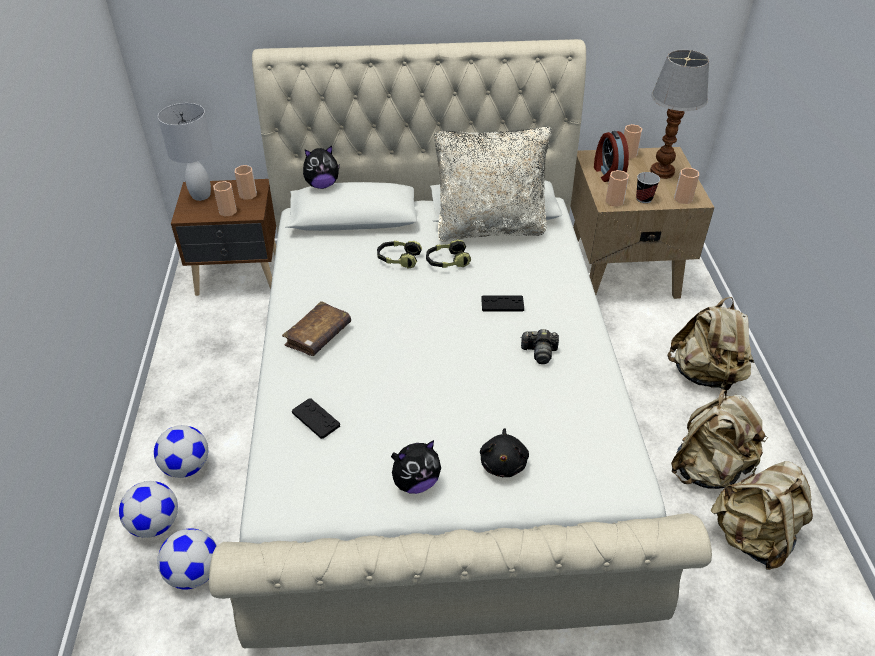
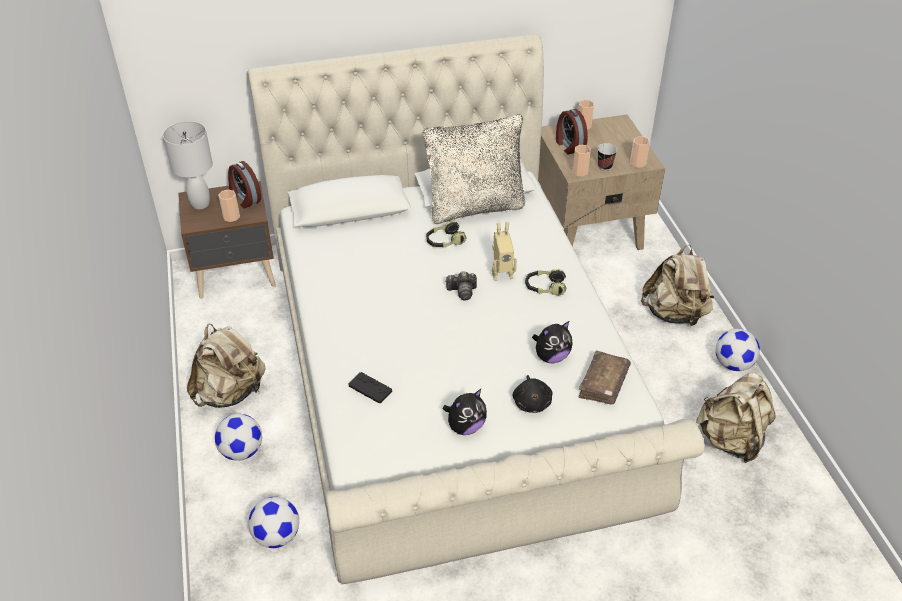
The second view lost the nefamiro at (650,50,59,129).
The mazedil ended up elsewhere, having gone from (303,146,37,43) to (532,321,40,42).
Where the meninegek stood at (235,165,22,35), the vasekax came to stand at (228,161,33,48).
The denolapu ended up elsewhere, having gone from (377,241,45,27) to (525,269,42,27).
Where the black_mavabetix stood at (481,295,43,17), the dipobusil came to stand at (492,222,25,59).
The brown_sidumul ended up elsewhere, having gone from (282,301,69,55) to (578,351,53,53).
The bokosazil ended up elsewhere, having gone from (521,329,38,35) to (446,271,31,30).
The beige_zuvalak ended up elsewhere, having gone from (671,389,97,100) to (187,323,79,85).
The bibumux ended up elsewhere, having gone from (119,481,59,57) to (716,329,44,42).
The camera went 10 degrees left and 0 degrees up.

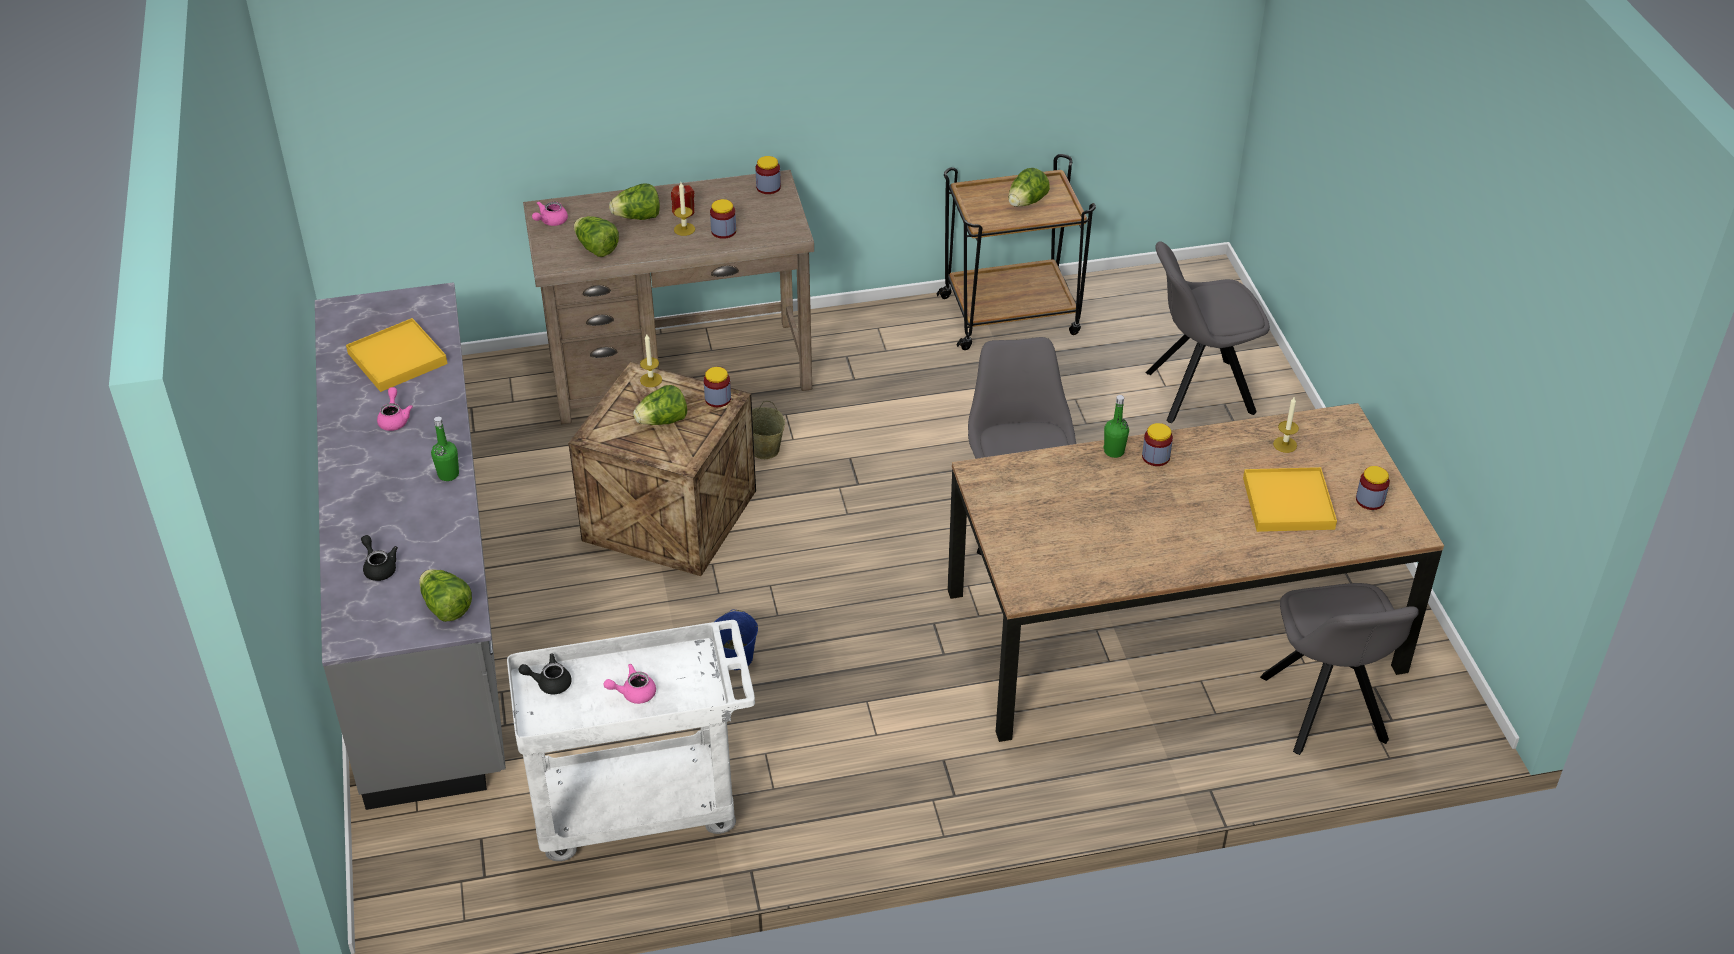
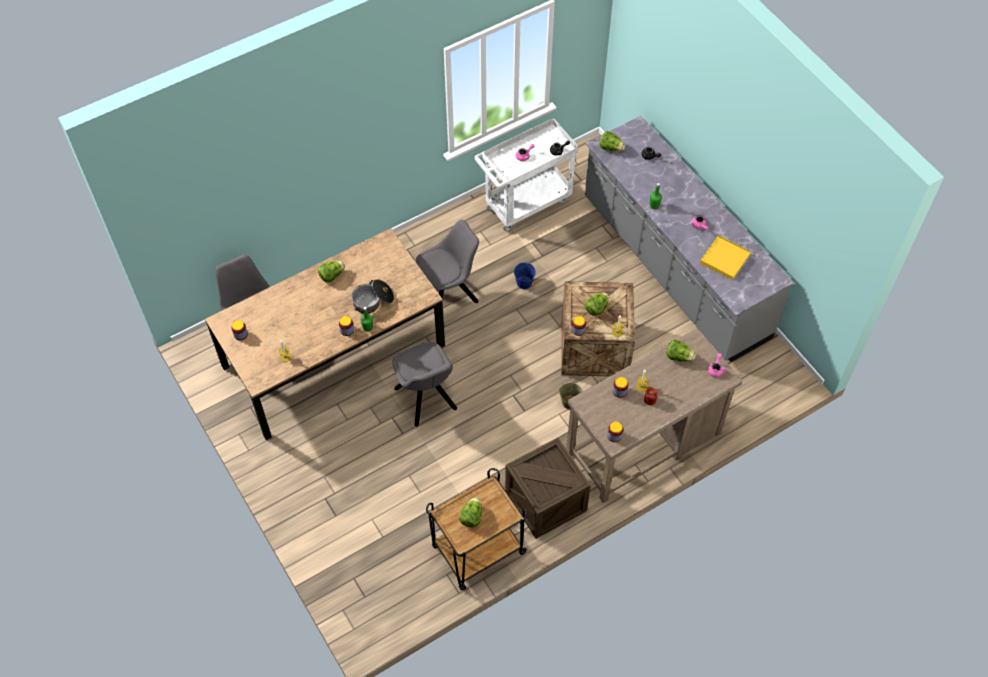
The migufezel ended up elsewhere, having gone from (609,183,51,37) to (318,261,27,22).
The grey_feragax ended up elsewhere, having gone from (1145,241,125,182) to (415,220,64,83).
The second view lost the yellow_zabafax at (1243,467,94,65).
The second view gained the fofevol at (351,279,43,35).
The second view gained the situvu at (505,438,86,101).
The camera went 160 degrees right and 15 degrees up.

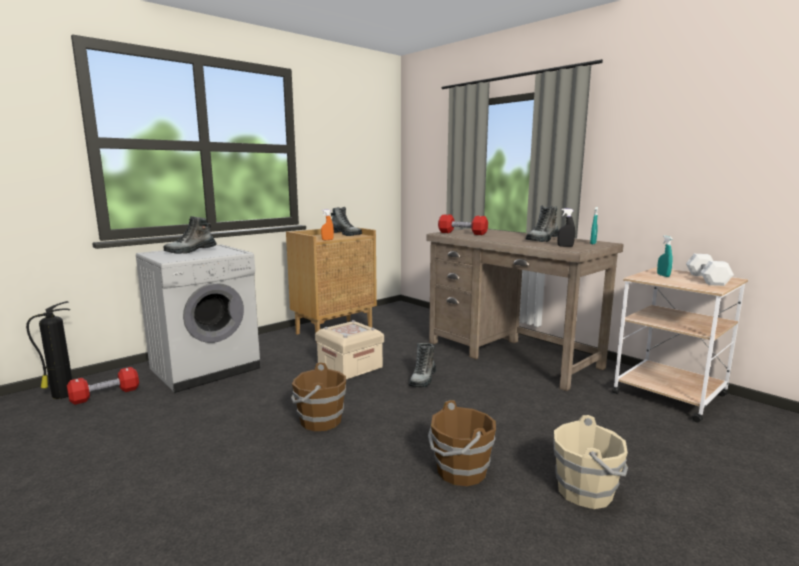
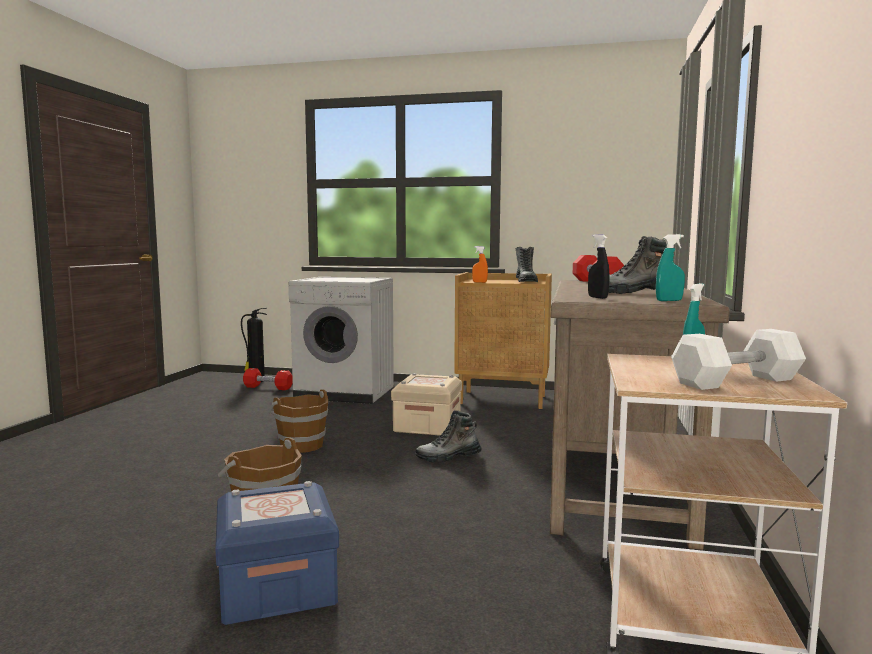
The second view lost the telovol at (164,216,53,38).
Where the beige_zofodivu stood at (554,415,74,94), the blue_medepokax came to stand at (215,481,124,144).
The camera went 55 degrees right and 5 degrees down.

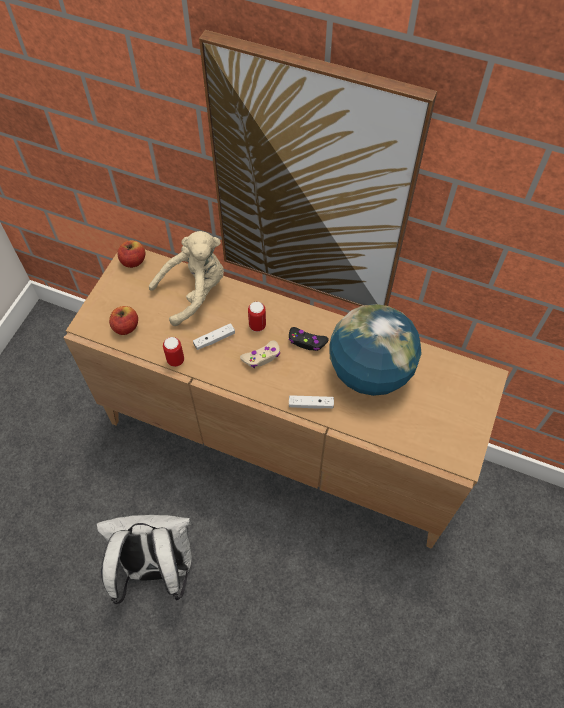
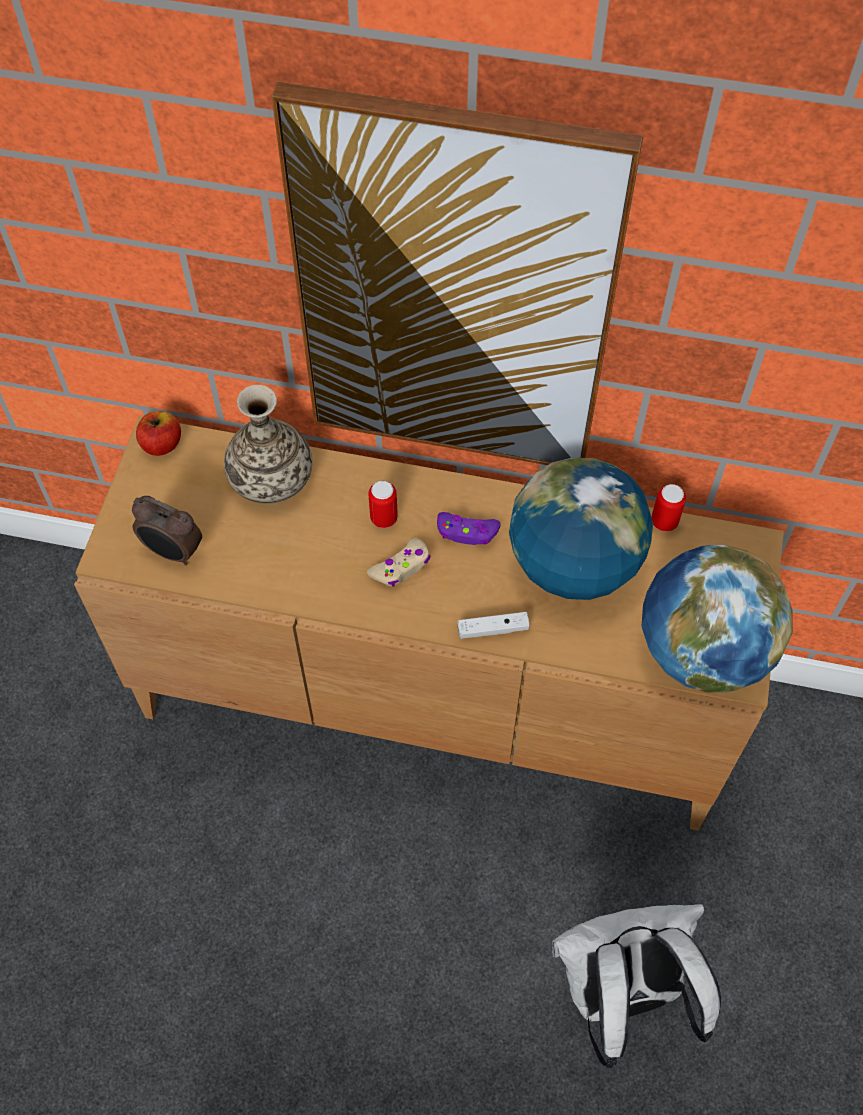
Where the beige_mazedil stood at (149,231,75,95), the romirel came to stand at (224,385,88,119).
Where the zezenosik stood at (109,306,29,29), the vasekax came to stand at (132,496,70,69).
The second view lost the white_mavabetix at (193,323,42,27).
What was the black_mavabetix at (289,327,40,24) turned into the purple_mavabetix at (437,512,64,33).
The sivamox ended up elsewhere, having gone from (163,337,21,30) to (651,484,35,47).
The white_zuvalak ended up elsewhere, having gone from (96,515,97,89) to (552,904,169,164).
The second view gained the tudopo at (642,545,151,148).
The camera went 10 degrees left and 0 degrees up.

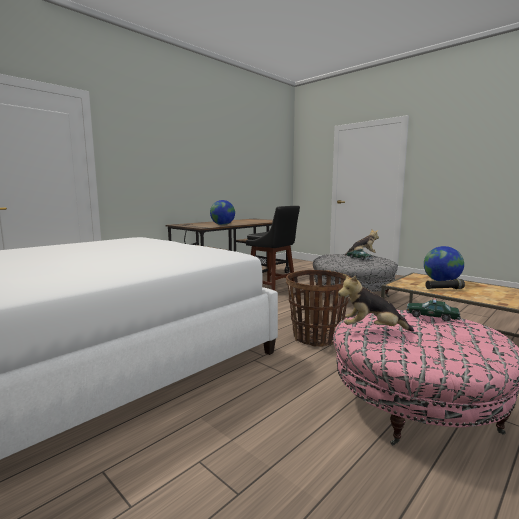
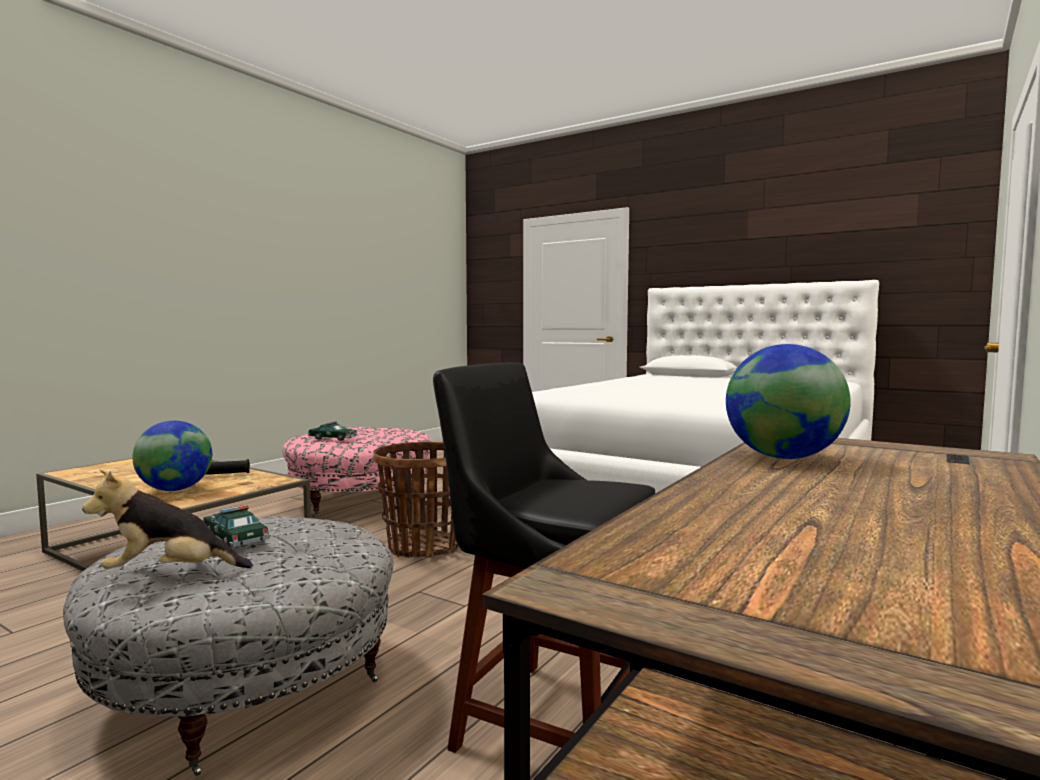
The second view lost the mazedil at (338,274,76,58).
The camera went 170 degrees right and 5 degrees down.

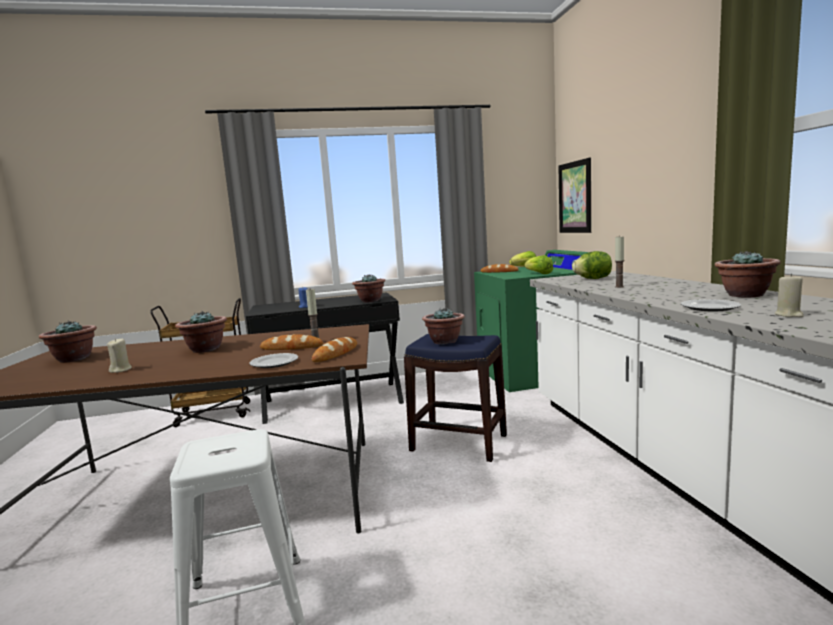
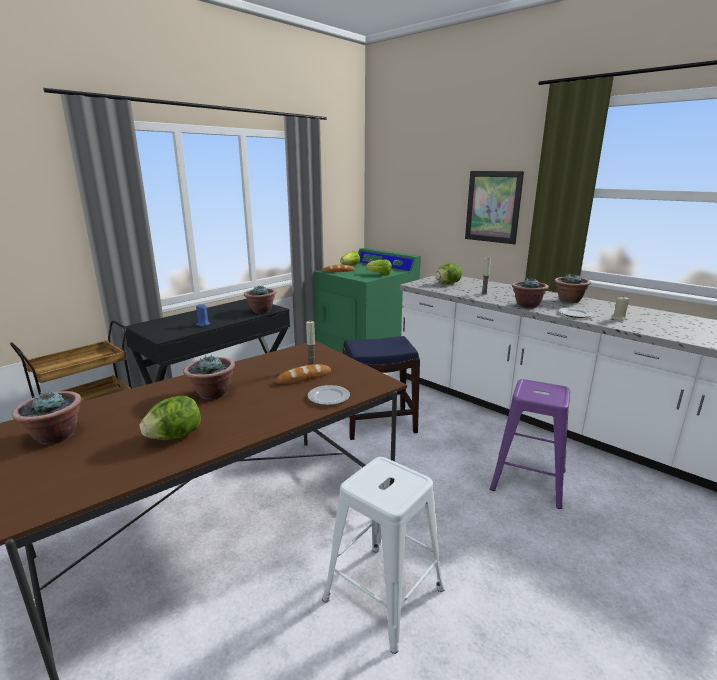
The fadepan ended up elsewhere, having gone from (558,158,33,75) to (465,171,59,73).
The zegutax ended up elsewhere, having gone from (422,307,43,37) to (512,278,37,30).
The second view lost the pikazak at (312,337,45,25).
Where the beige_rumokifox stood at (107,338,25,35), the migufezel came to stand at (140,396,61,44).
The second view gained the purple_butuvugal at (490,379,80,130).
The camera went 35 degrees left and 10 degrees up.

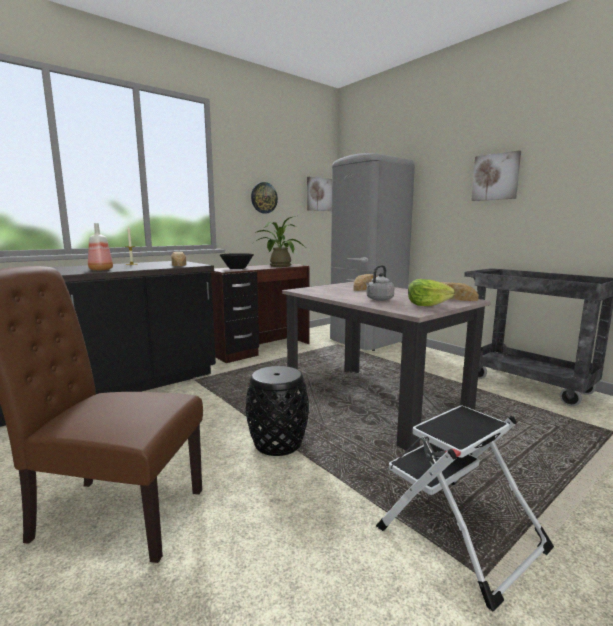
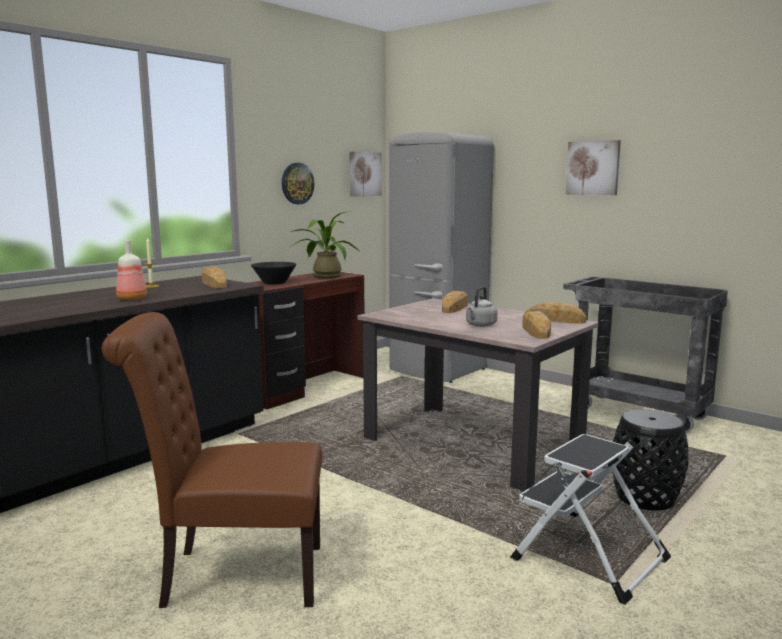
Where the migufezel stood at (408,279,47,27), the pikazak came to stand at (522,311,29,28).
The black_butuvugal ended up elsewhere, having gone from (246,366,63,90) to (612,409,77,102).
The camera went 10 degrees left and 0 degrees up.

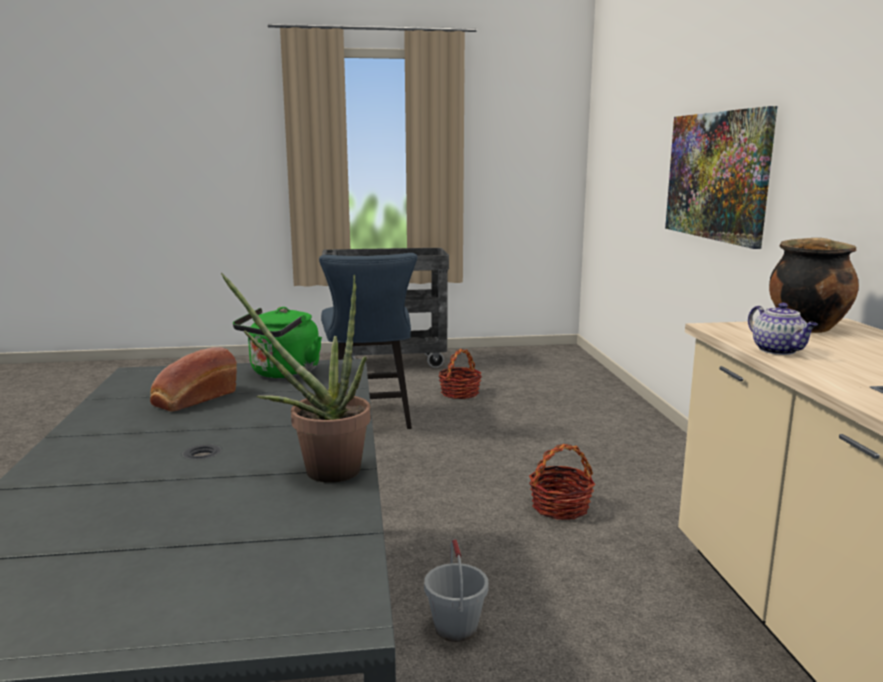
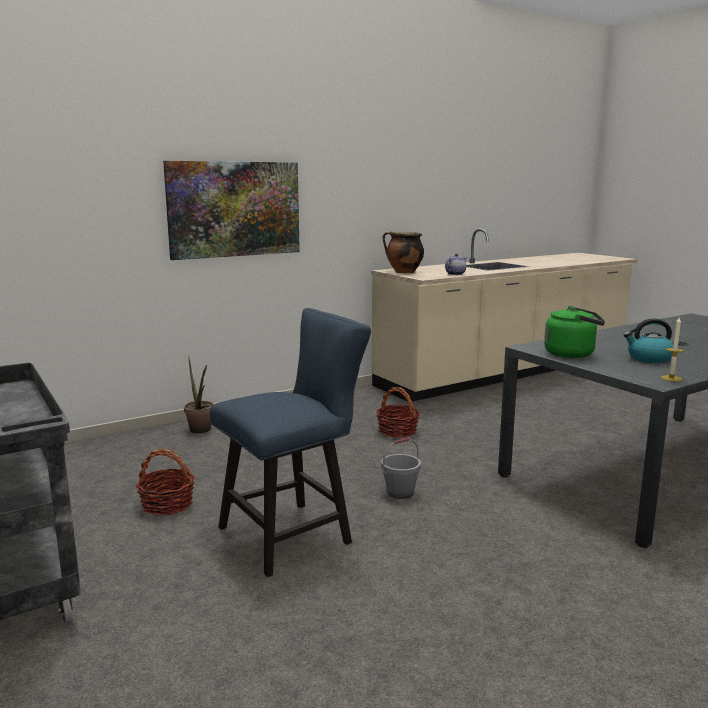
The zegutax ended up elsewhere, having gone from (221,273,150,210) to (184,356,30,77).
Where the pikazak stood at (150,347,87,65), the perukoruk came to stand at (624,318,49,45).
The grey_zofodivu ended up elsewhere, having gone from (424,539,65,103) to (381,438,40,61).
The second view gained the rumokifox at (661,317,23,65).
The camera went 115 degrees left and 0 degrees up.

